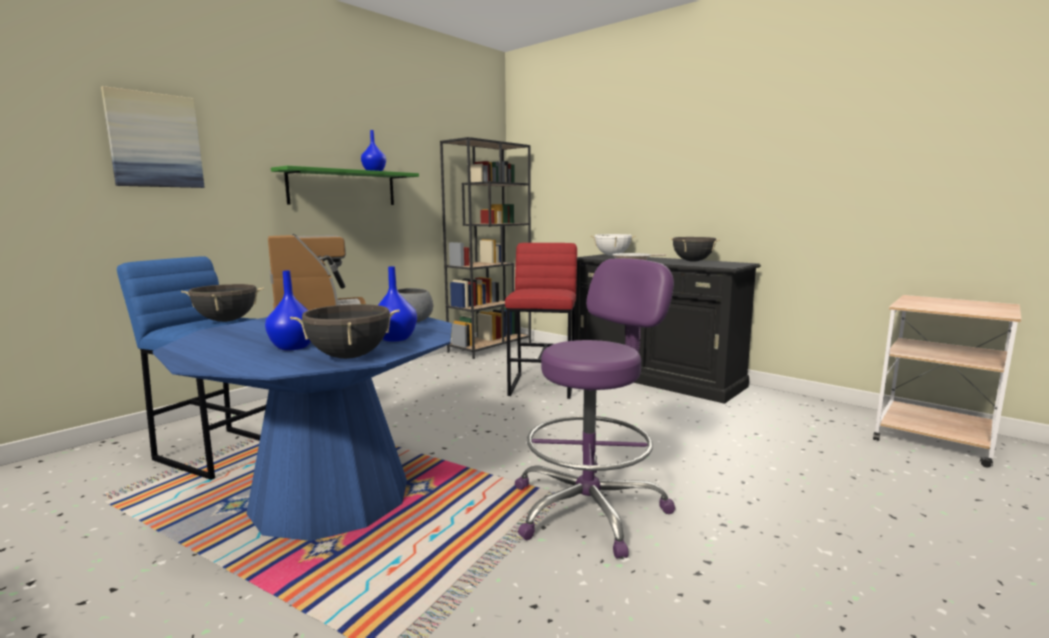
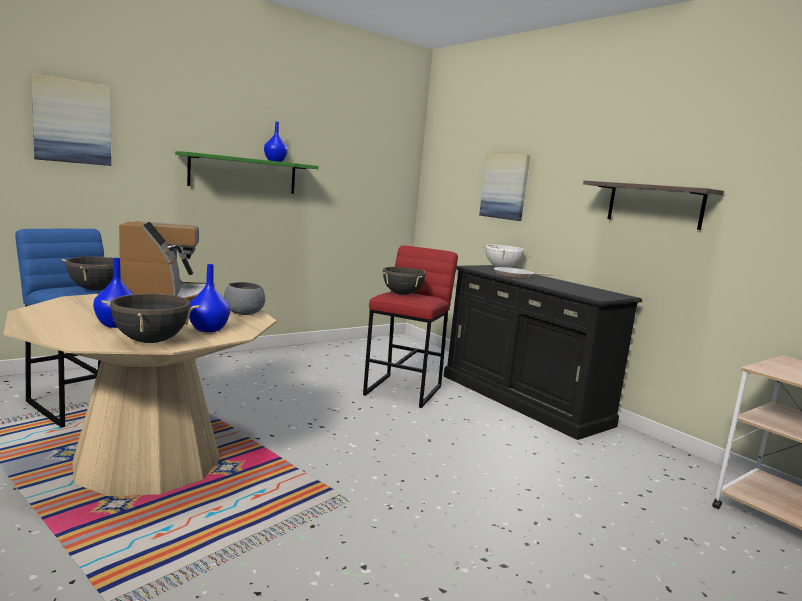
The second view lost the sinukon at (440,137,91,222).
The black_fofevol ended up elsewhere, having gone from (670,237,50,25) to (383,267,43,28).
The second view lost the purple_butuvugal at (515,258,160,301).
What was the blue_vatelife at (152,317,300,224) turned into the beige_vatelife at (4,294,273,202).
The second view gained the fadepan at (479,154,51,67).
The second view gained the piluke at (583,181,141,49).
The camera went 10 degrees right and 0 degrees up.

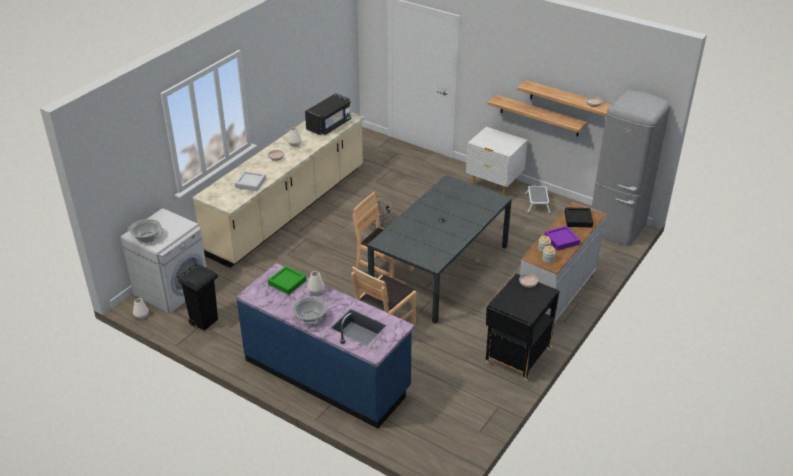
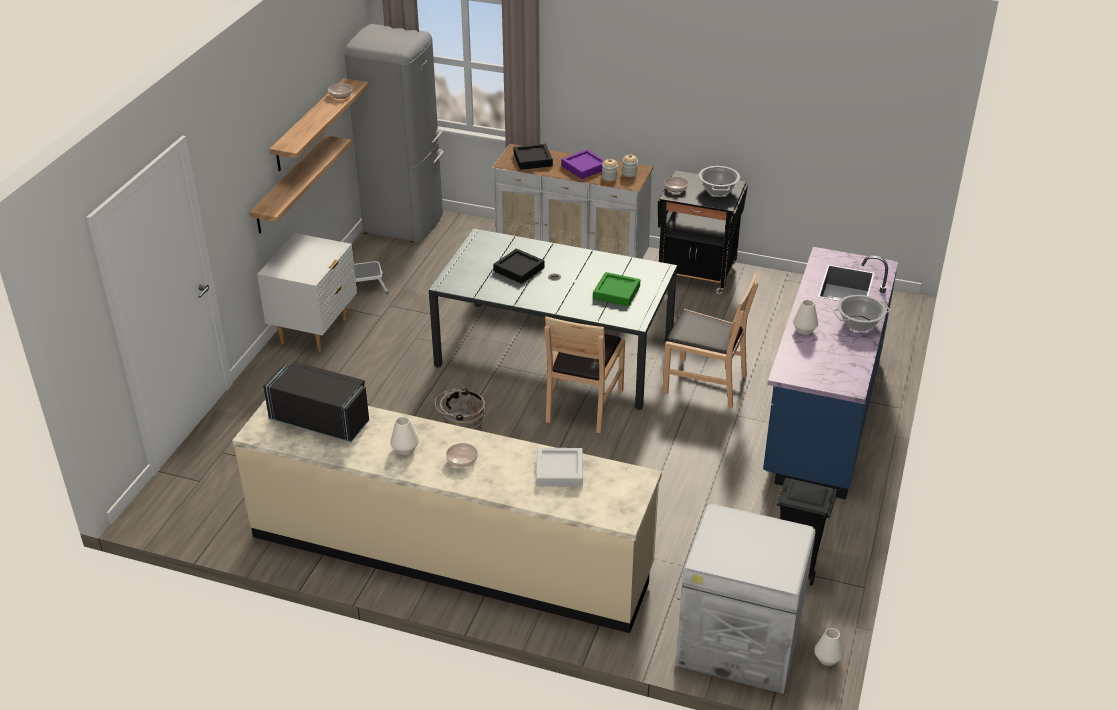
The fofevol ended up elsewhere, having gone from (127,219,37,24) to (699,166,41,30).
The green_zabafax ended up elsewhere, having gone from (268,266,39,29) to (593,272,47,34).
The second view gained the black_zabafax at (493,249,51,35).
The camera went 105 degrees left and 0 degrees up.

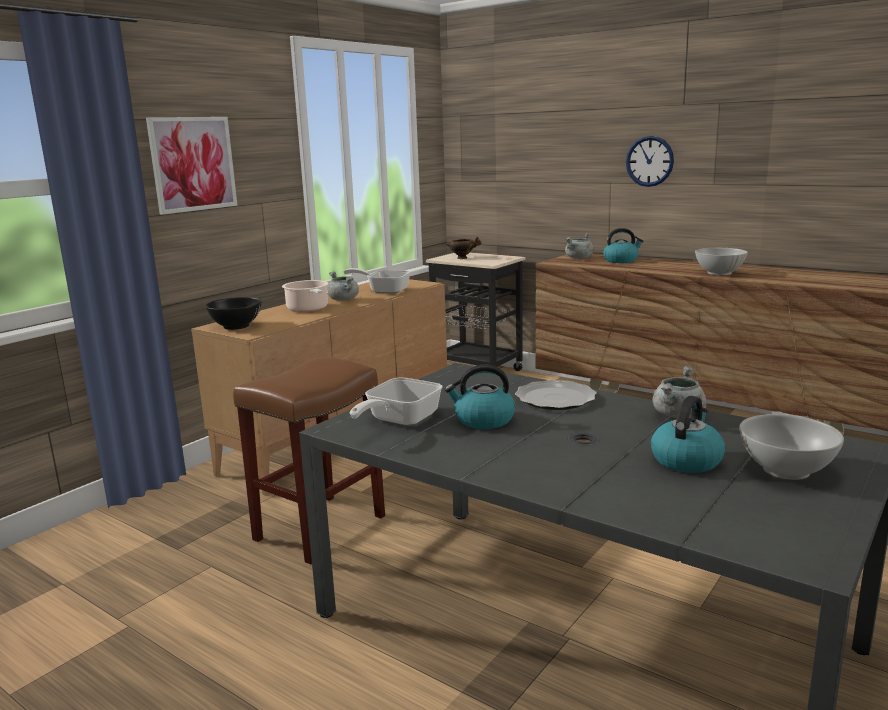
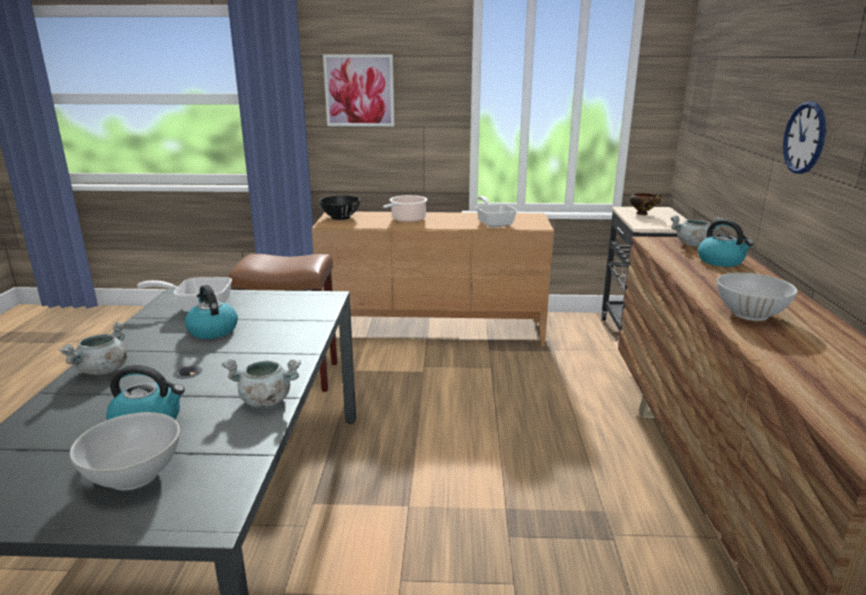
The grey_fofevol ended up elsewhere, having gone from (327,271,32,30) to (59,322,68,53).
The second view lost the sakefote at (515,380,82,30).
The camera went 55 degrees right and 5 degrees up.

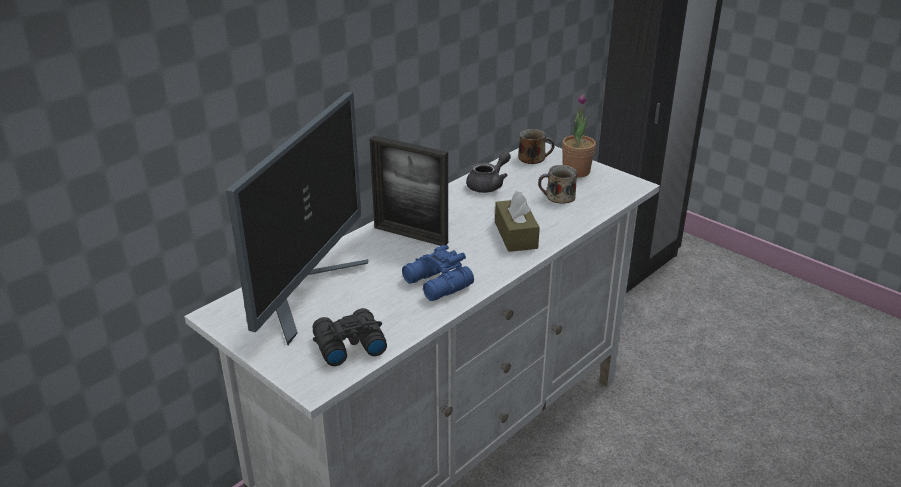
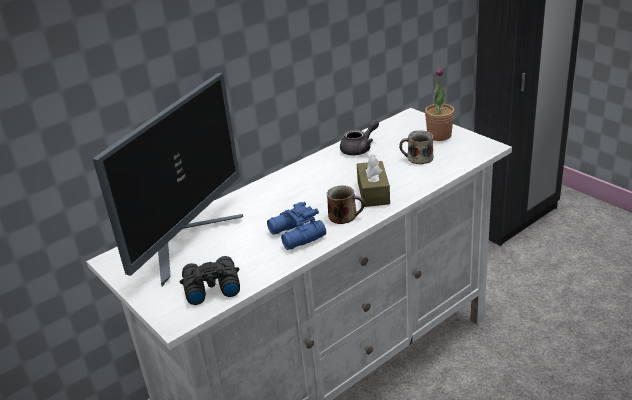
The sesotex ended up elsewhere, having gone from (518,129,37,35) to (327,185,38,39).
The second view lost the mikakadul at (370,136,78,110).
The camera went 10 degrees right and 0 degrees up.

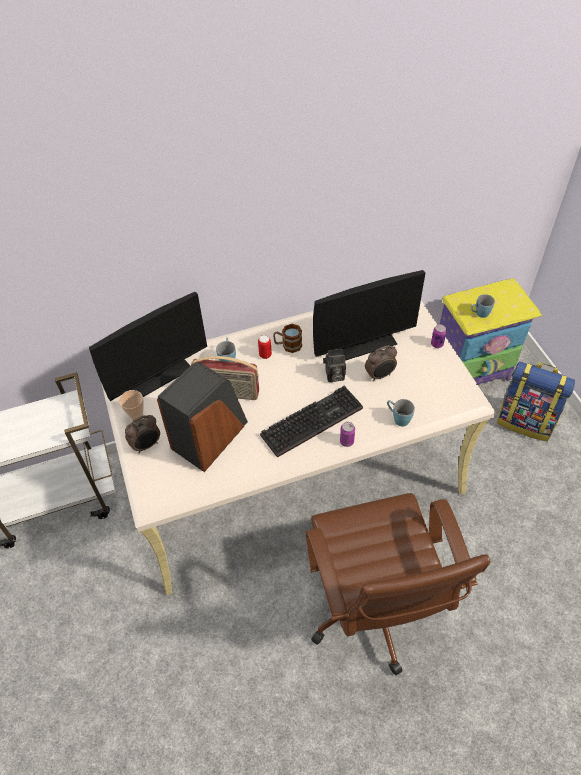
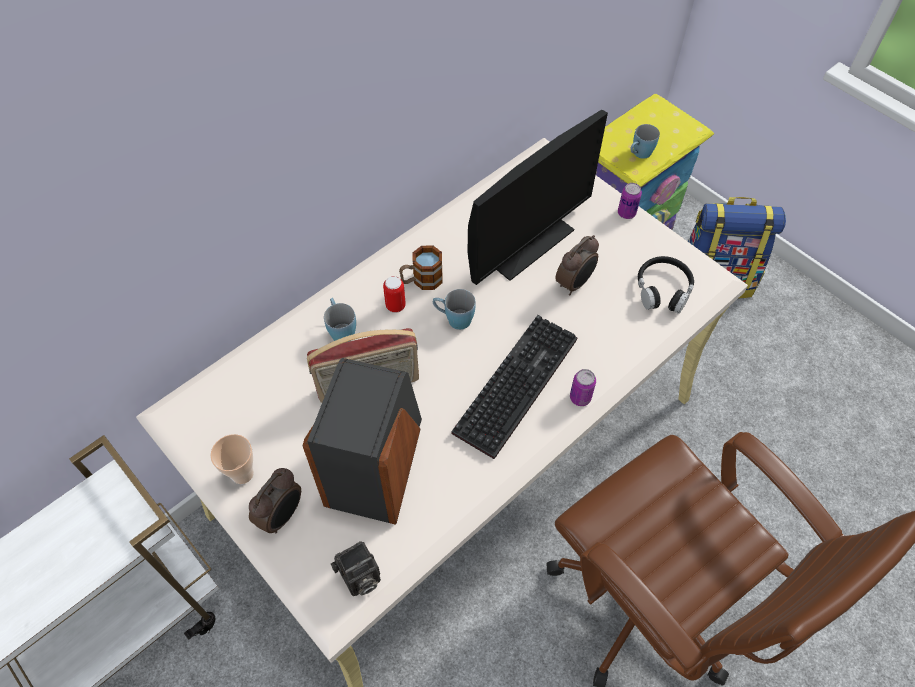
The second view lost the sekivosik at (89,292,118,109).
The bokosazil ended up elsewhere, having gone from (323,349,23,33) to (331,542,50,55).
The blue_sesotex ended up elsewhere, having gone from (387,399,28,28) to (433,289,43,41).
The second view gained the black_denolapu at (638,256,56,58).
The camera went 25 degrees left and 5 degrees up.

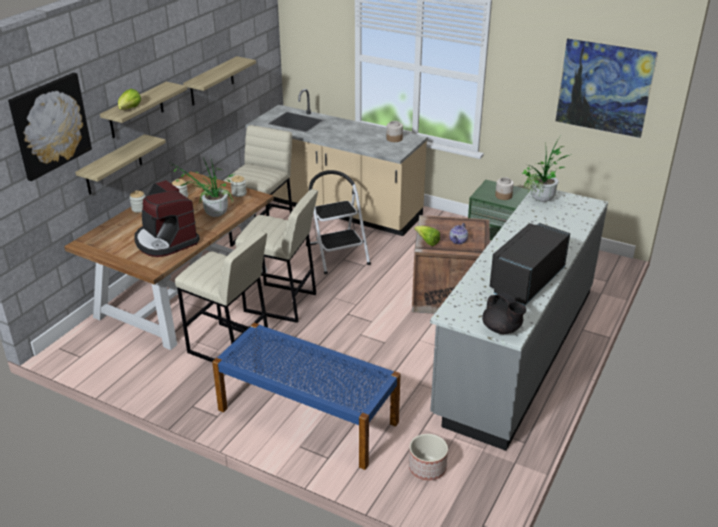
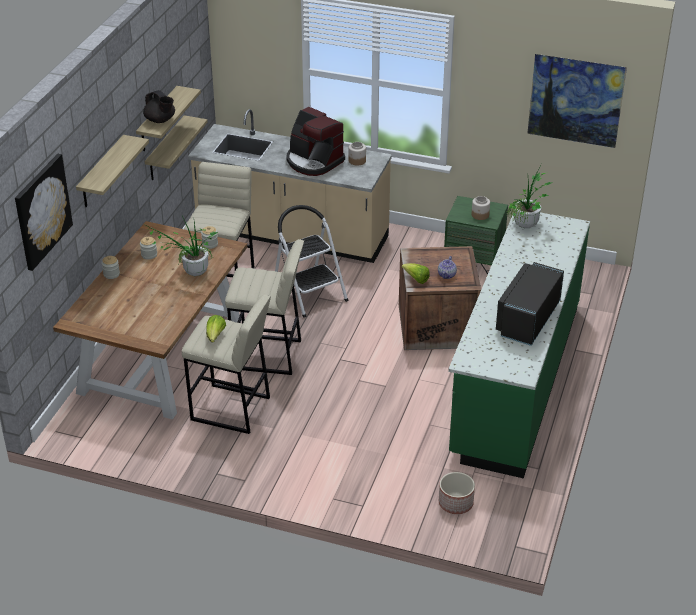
The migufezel ended up elsewhere, having gone from (118,89,23,21) to (206,315,20,27).
The piluke ended up elsewhere, having gone from (75,134,91,61) to (145,115,63,65).
The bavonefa ended up elsewhere, having gone from (134,180,66,77) to (286,107,59,69).
What was the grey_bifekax at (430,190,178,261) turned into the green_bifekax at (448,212,142,267).
The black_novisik ended up elsewhere, having gone from (482,292,44,42) to (143,90,32,33).
The second view lost the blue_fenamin at (212,323,189,147).
The camera went 10 degrees left and 5 degrees up.

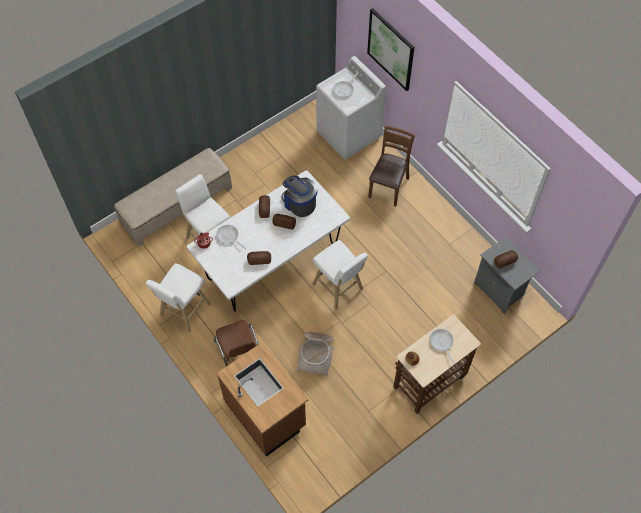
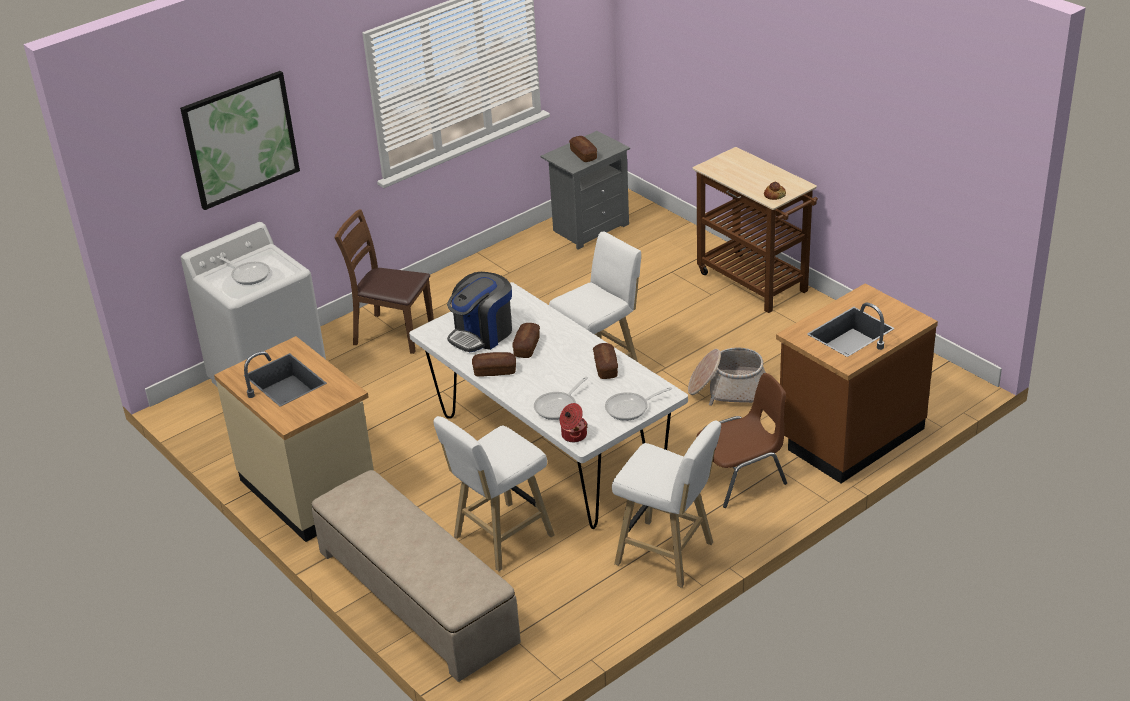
The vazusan ended up elsewhere, having gone from (430,329,25,35) to (605,387,67,34).
The second view gained the beige_bifekax at (214,336,160,206).
The camera went 90 degrees left and 25 degrees down.

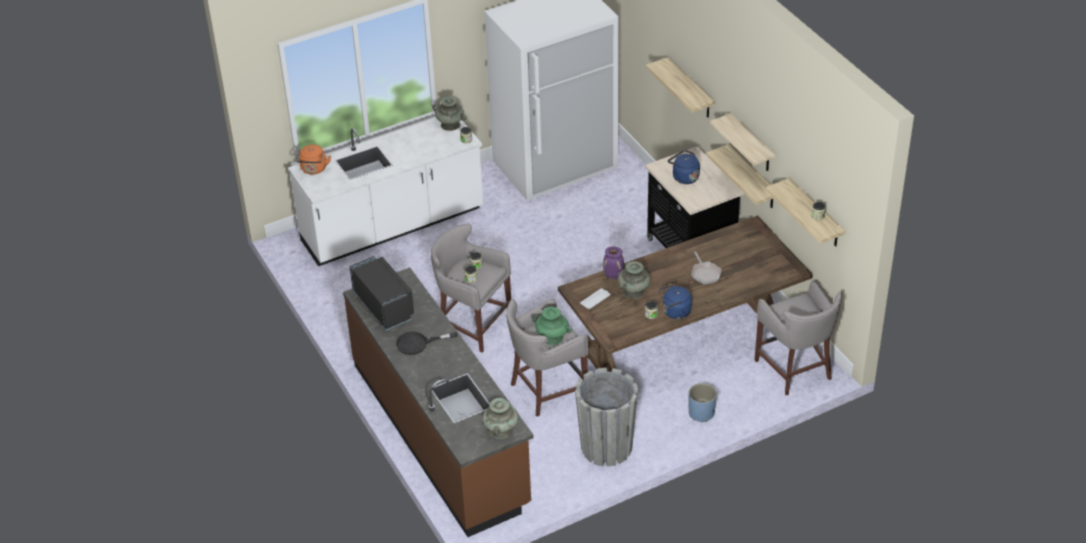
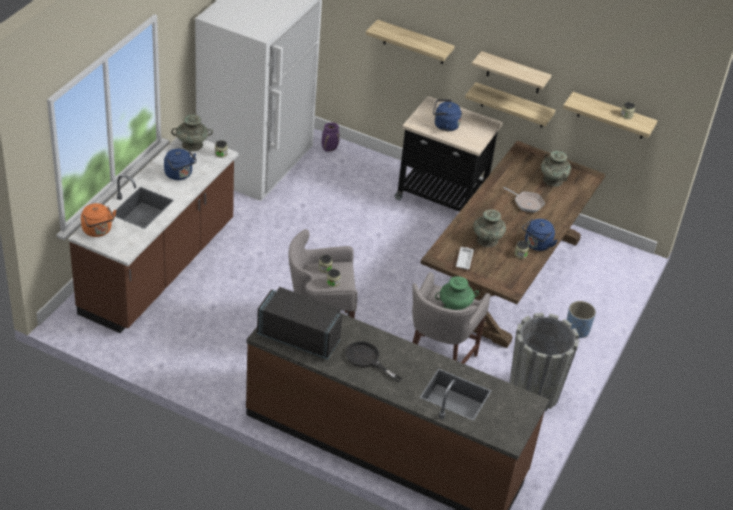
What was the white_bifekax at (288,118,195,148) turned into the brown_bifekax at (68,138,170,195).
The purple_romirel ended up elsewhere, having gone from (603,246,21,33) to (321,123,19,29).
The second view lost the grey_butuvugal at (755,281,87,114).
The black_vazusan at (396,331,61,24) ended up facing another way, 90 degrees clockwise from before.
The turquoise_romirel ended up elsewhere, having gone from (482,398,36,41) to (541,151,30,35).
The second view gained the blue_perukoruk at (164,149,33,31).
The camera went 40 degrees left and 0 degrees up.

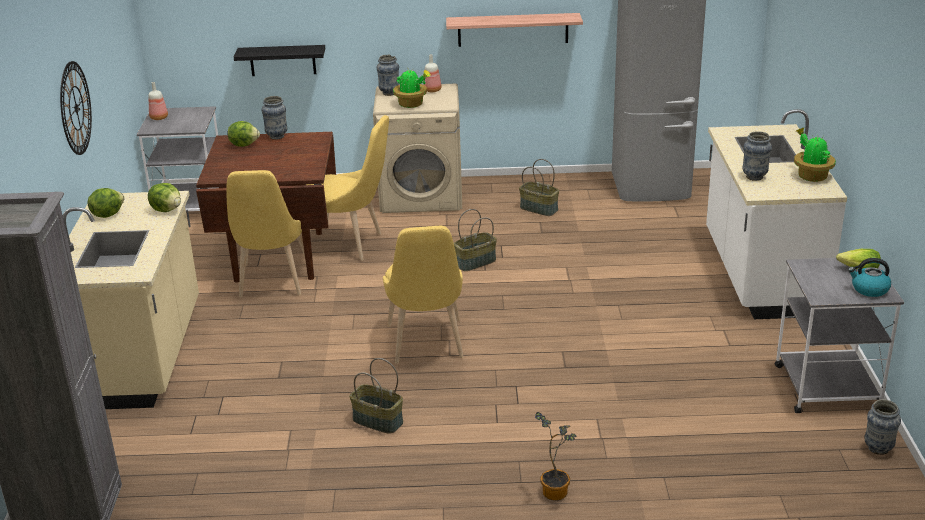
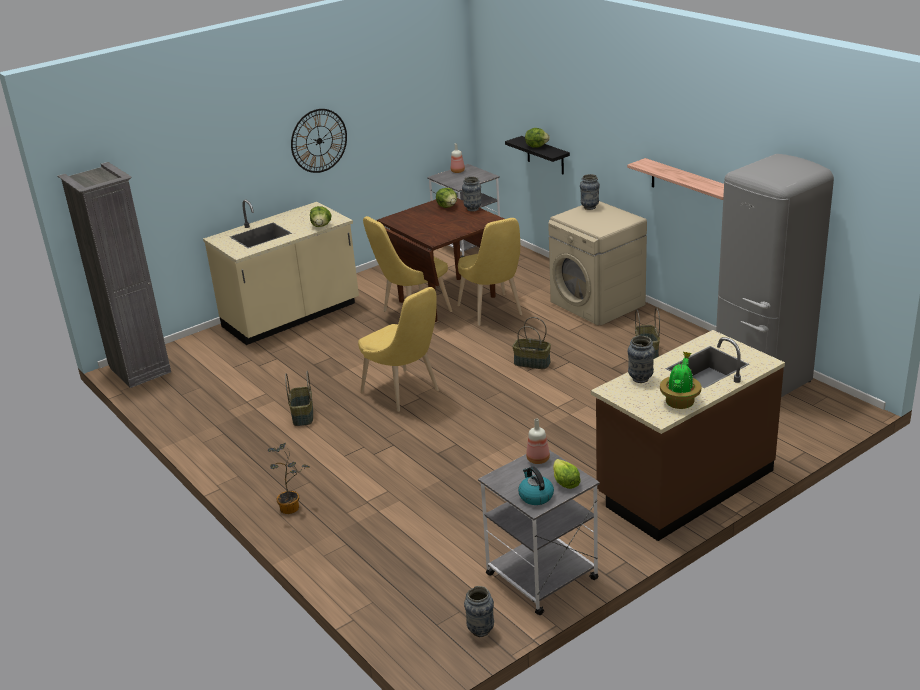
The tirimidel ended up elsewhere, having gone from (423,54,19,38) to (526,418,24,46).
The second view lost the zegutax at (393,70,38,38).
What was the white_bifekax at (706,109,141,210) turned into the brown_bifekax at (591,330,194,211).
The migufezel ended up elsewhere, having gone from (87,188,38,30) to (525,128,25,20).
The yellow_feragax at (383,226,80,138) ended up facing another way, 90 degrees counterclockwise from before.
The camera went 55 degrees right and 0 degrees up.

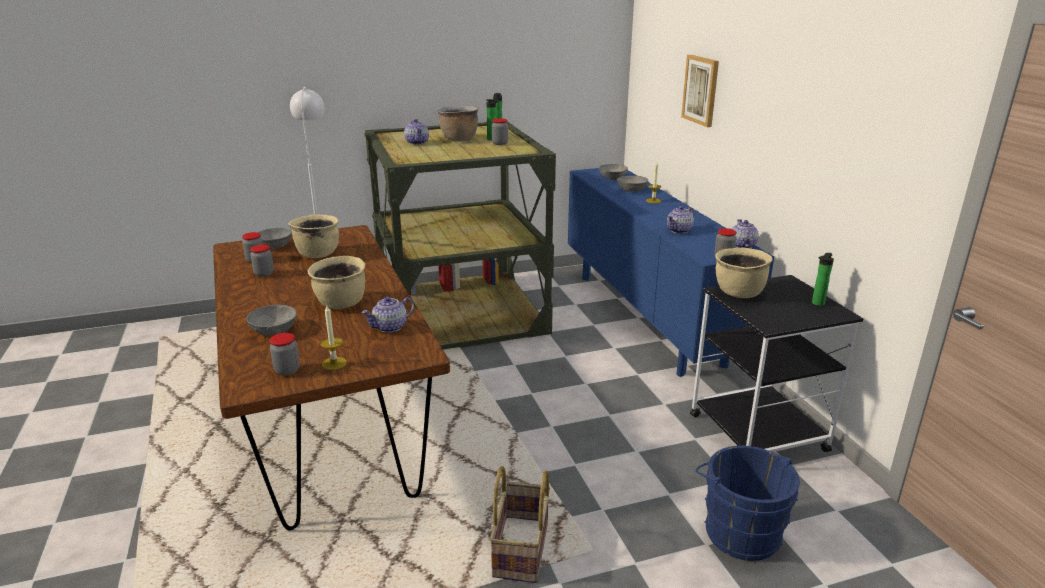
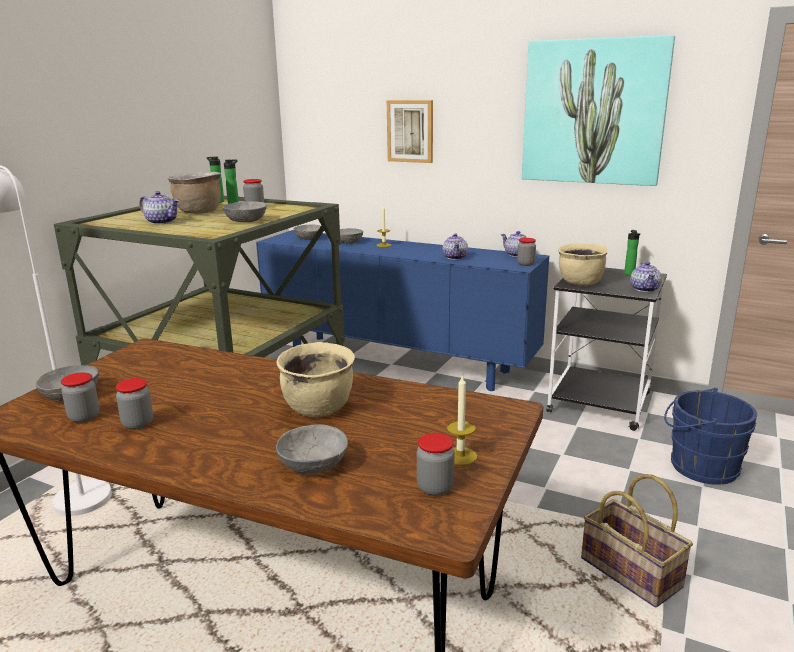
The second view lost the beige_fofevol at (289,214,50,44).
The novisik ended up elsewhere, having gone from (362,297,52,36) to (631,262,31,30).
The second view gained the fadepan at (522,35,153,151).
The second view gained the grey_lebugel at (222,201,45,21).
The camera went 45 degrees left and 5 degrees down.

